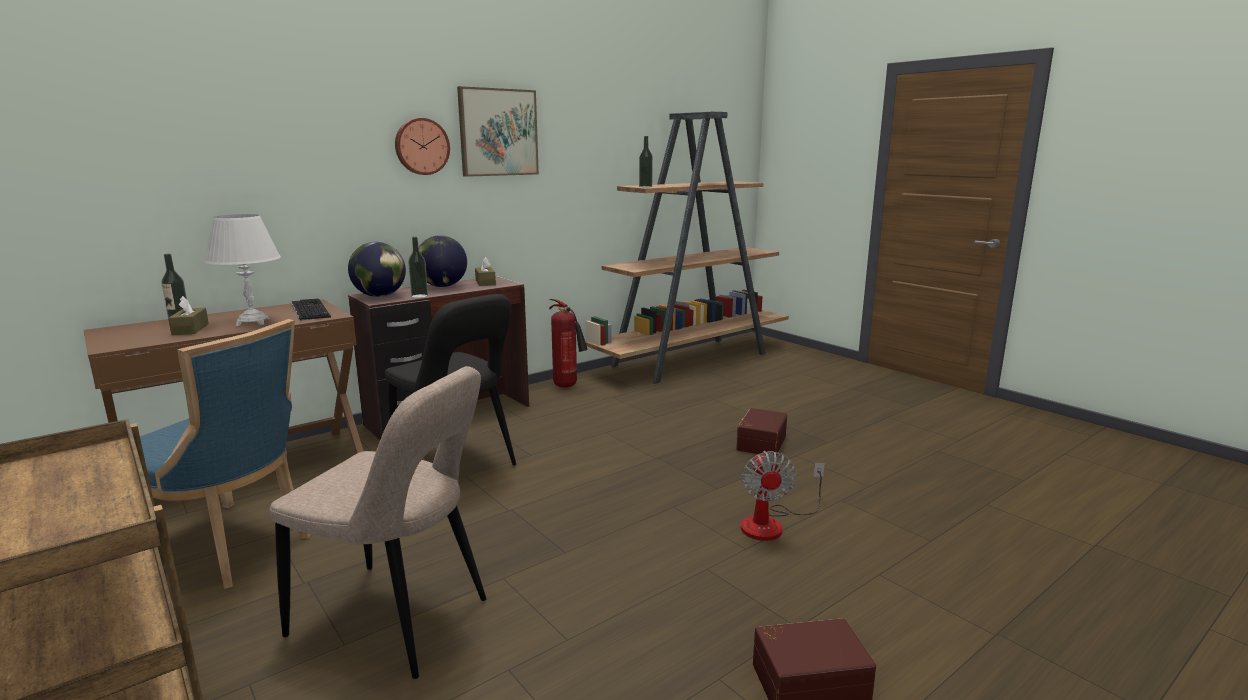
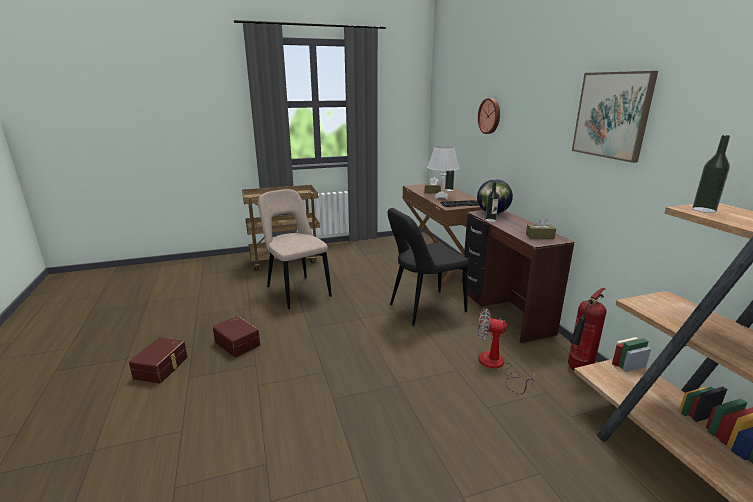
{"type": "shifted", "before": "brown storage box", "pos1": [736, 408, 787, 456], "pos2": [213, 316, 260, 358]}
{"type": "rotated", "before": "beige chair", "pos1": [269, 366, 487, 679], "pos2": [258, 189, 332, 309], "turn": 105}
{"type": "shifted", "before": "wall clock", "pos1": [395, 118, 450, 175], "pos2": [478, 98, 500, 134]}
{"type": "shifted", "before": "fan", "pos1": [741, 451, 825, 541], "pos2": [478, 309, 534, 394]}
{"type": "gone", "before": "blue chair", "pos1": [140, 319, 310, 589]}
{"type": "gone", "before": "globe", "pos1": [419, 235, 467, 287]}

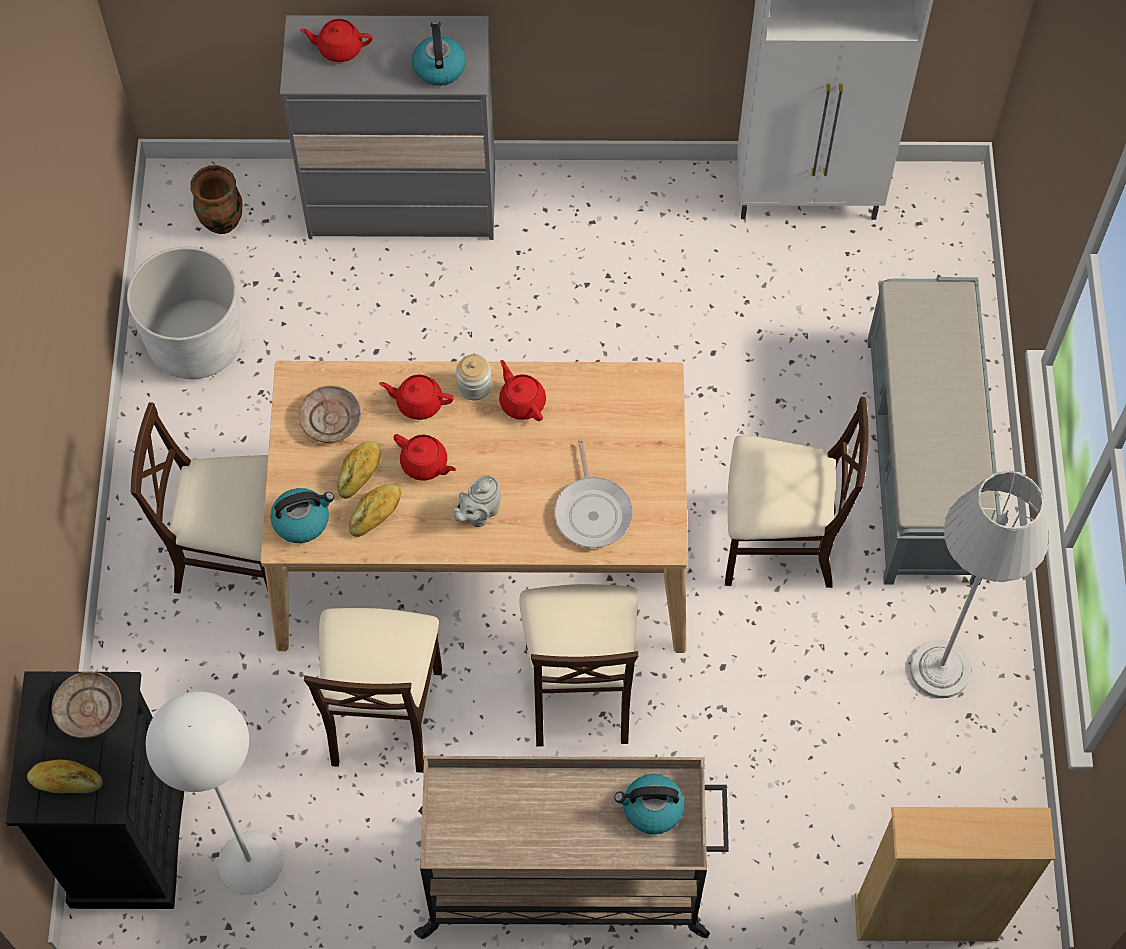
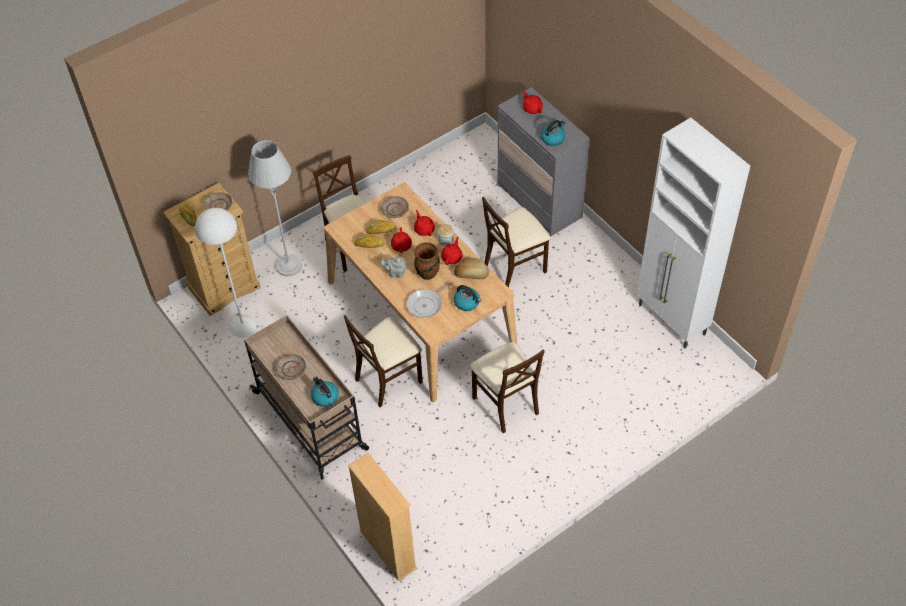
{"type": "repainted", "before": "black dresser", "after": "beige dresser", "pos1": [6, 671, 184, 909], "pos2": [163, 183, 261, 316]}
{"type": "shifted", "before": "grey floor lamp", "pos1": [910, 471, 1049, 698], "pos2": [248, 140, 302, 276]}
{"type": "new", "after": "beige plate", "pos2": [276, 354, 306, 380]}
{"type": "shifted", "before": "brown vase", "pos1": [190, 165, 242, 234], "pos2": [414, 242, 440, 280]}
{"type": "new", "after": "bread", "pos2": [454, 258, 489, 279]}
{"type": "shifted", "before": "kettle", "pos1": [270, 488, 334, 543], "pos2": [454, 285, 481, 311]}
{"type": "shifted", "before": "beige chair", "pos1": [304, 608, 442, 773], "pos2": [482, 197, 551, 288]}
{"type": "gone", "before": "white planter", "pos1": [127, 247, 243, 379]}
{"type": "gone", "before": "grey bench", "pos1": [867, 277, 1001, 585]}

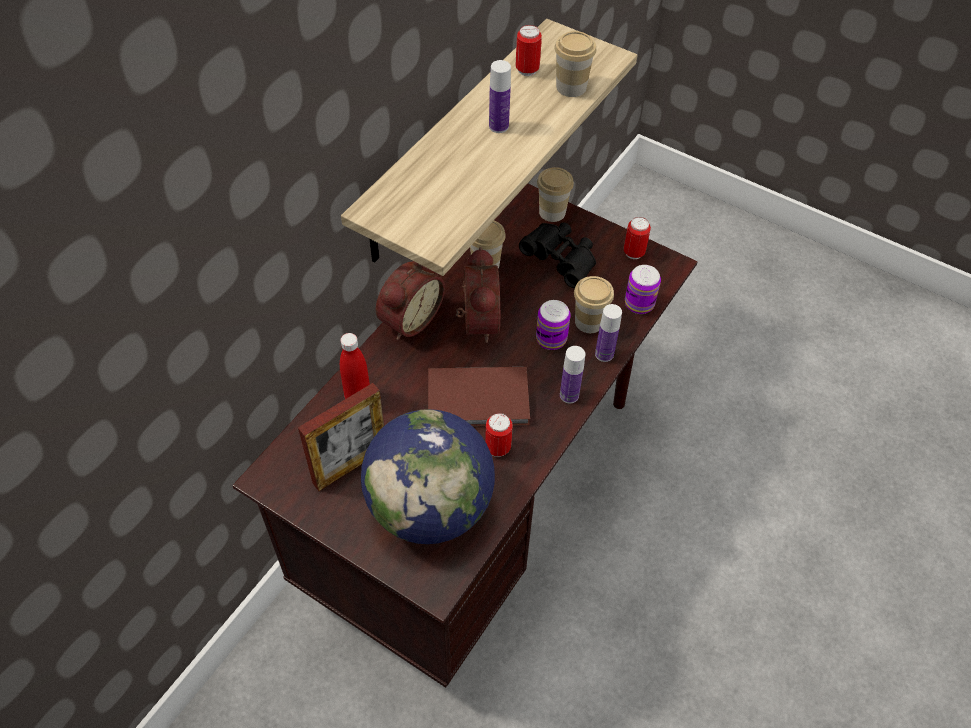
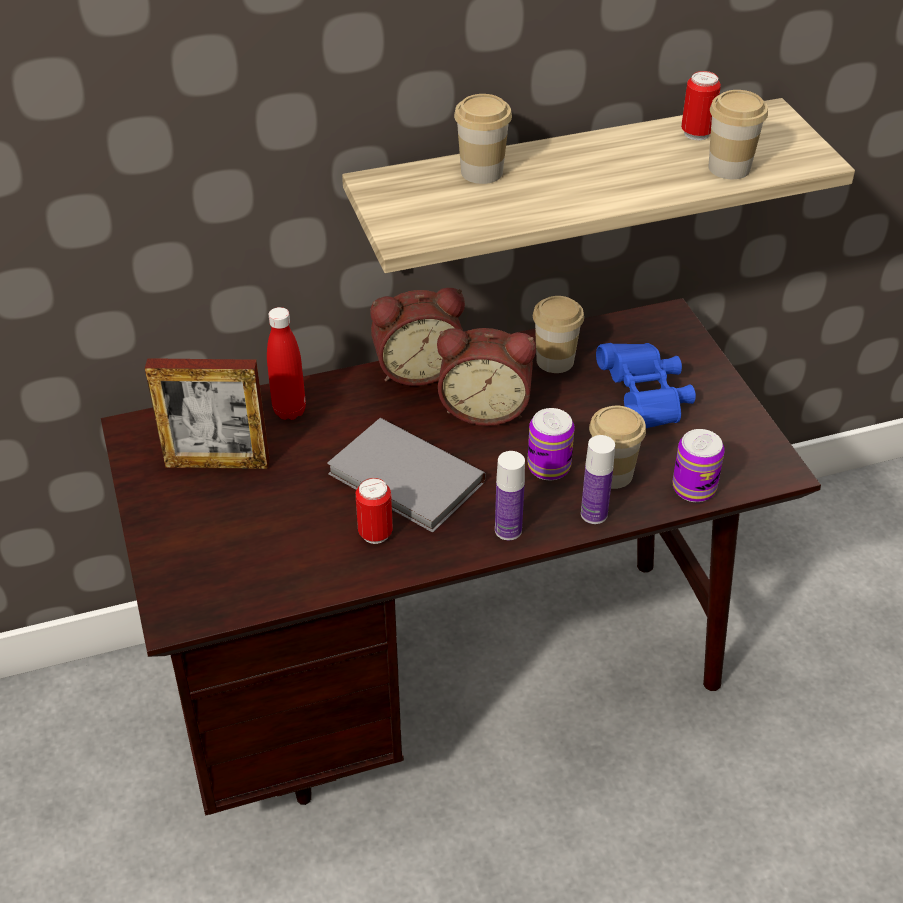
{"type": "repainted", "before": "brown book", "after": "grey book", "pos1": [428, 367, 530, 426], "pos2": [327, 418, 486, 533]}
{"type": "rotated", "before": "alarm clock", "pos1": [456, 247, 500, 343], "pos2": [437, 328, 536, 426], "turn": 60}
{"type": "shifted", "before": "cup", "pos1": [537, 167, 574, 222], "pos2": [454, 94, 512, 184]}
{"type": "repainted", "before": "black binoculars", "after": "blue binoculars", "pos1": [519, 222, 596, 288], "pos2": [596, 343, 696, 428]}
{"type": "gone", "before": "globe", "pos1": [361, 409, 495, 544]}
{"type": "gone", "before": "bottle", "pos1": [489, 60, 511, 133]}
{"type": "gone", "before": "can", "pos1": [624, 217, 651, 259]}

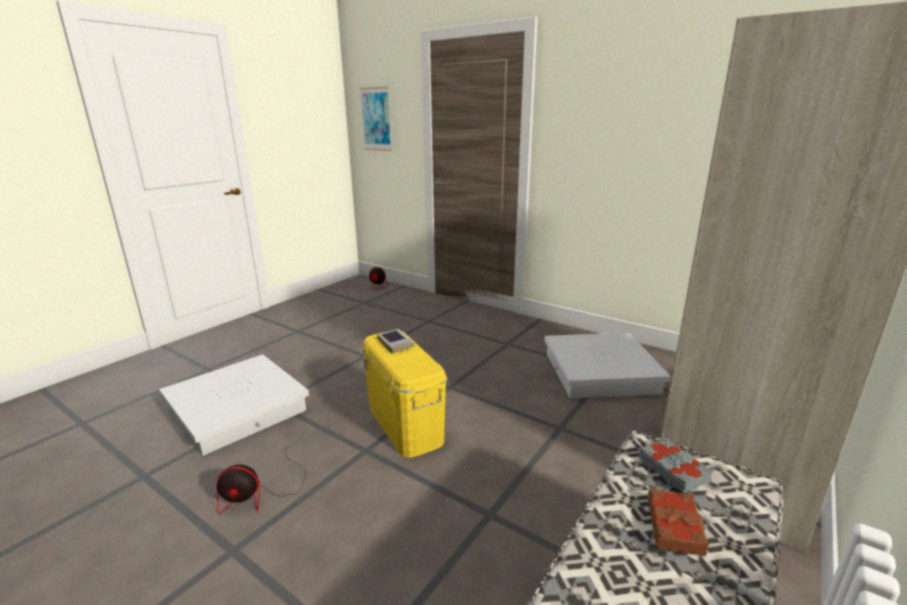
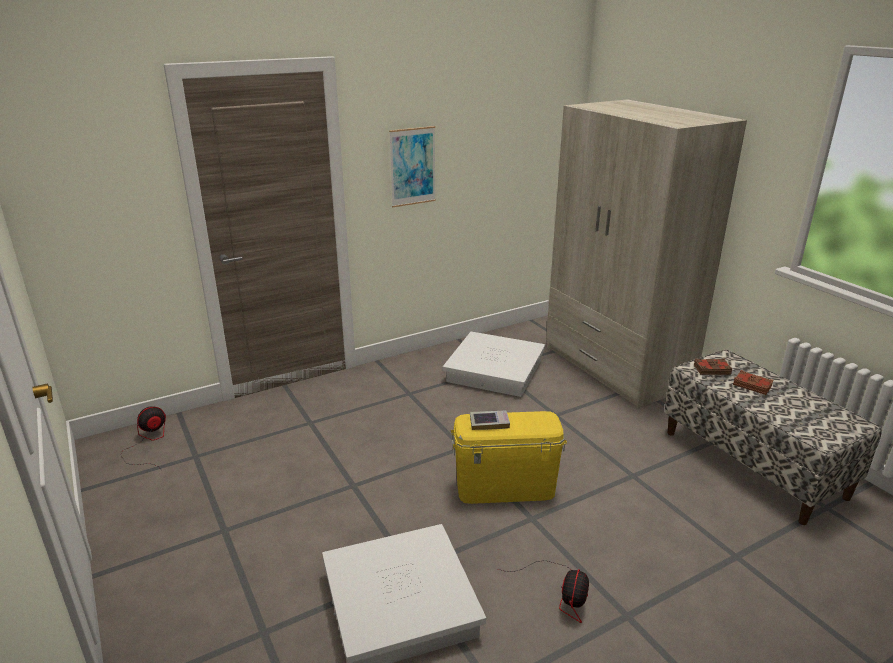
{"type": "shifted", "before": "picture", "pos1": [360, 87, 393, 151], "pos2": [389, 126, 436, 207]}
{"type": "repainted", "before": "grey book", "after": "brown book", "pos1": [639, 438, 713, 494], "pos2": [694, 359, 732, 375]}

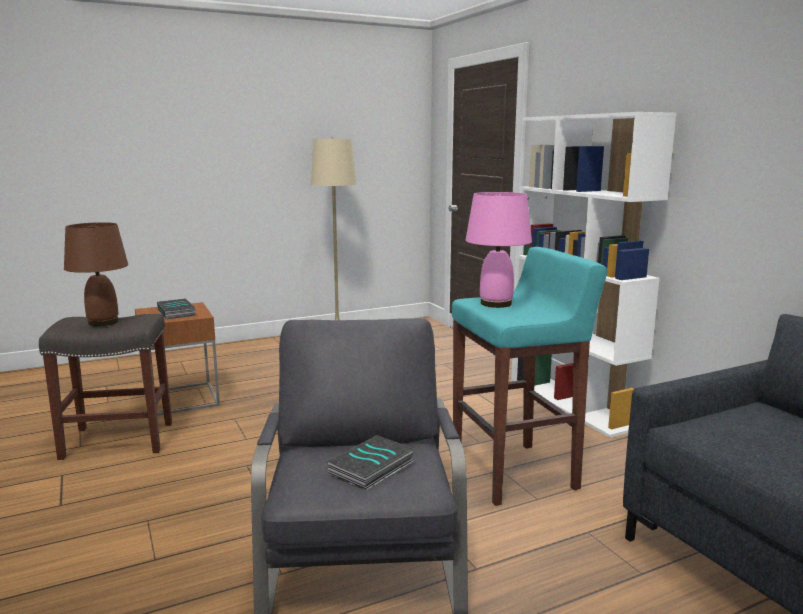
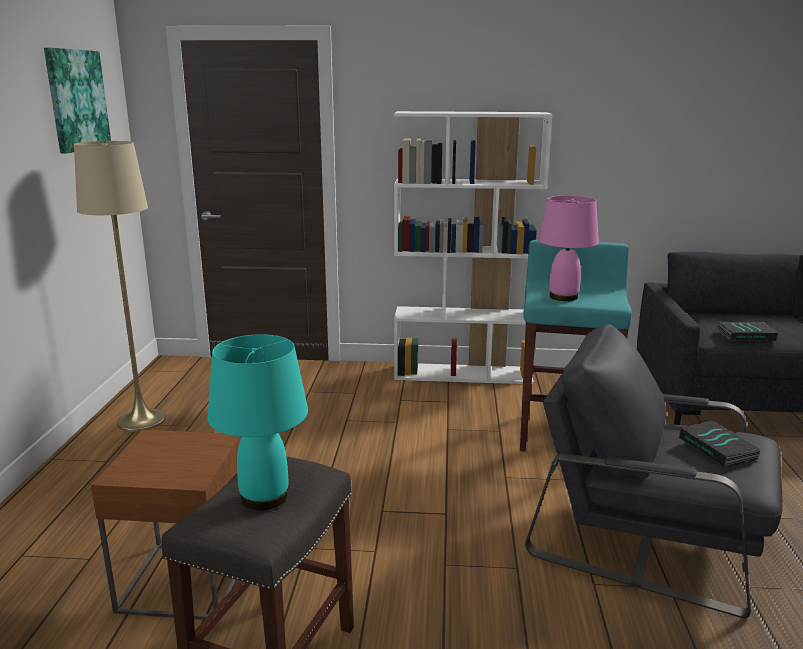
{"type": "new", "after": "picture", "pos2": [44, 48, 111, 153]}
{"type": "repainted", "before": "brown table lamp", "after": "turquoise table lamp", "pos1": [64, 222, 128, 326], "pos2": [207, 334, 308, 510]}
{"type": "shifted", "before": "book", "pos1": [157, 299, 196, 319], "pos2": [717, 322, 778, 341]}

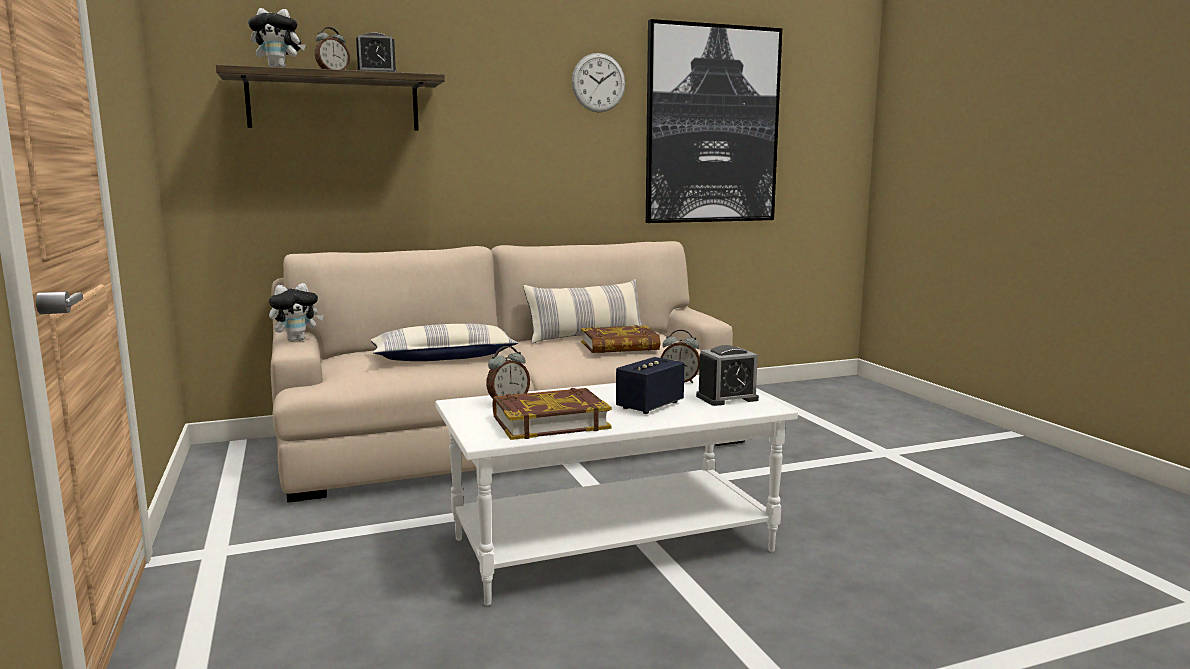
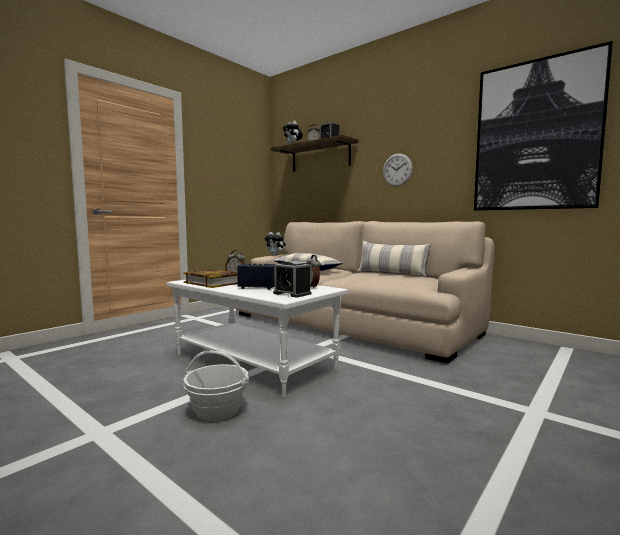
{"type": "new", "after": "basket", "pos2": [183, 351, 249, 421]}
{"type": "shifted", "before": "wall clock", "pos1": [572, 53, 625, 113], "pos2": [383, 153, 413, 187]}
{"type": "gone", "before": "book", "pos1": [581, 325, 660, 353]}

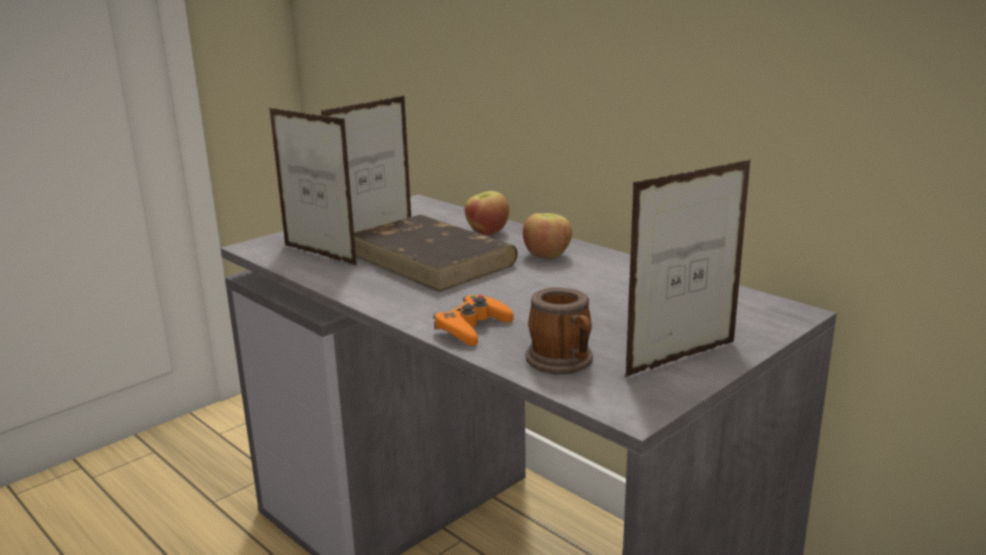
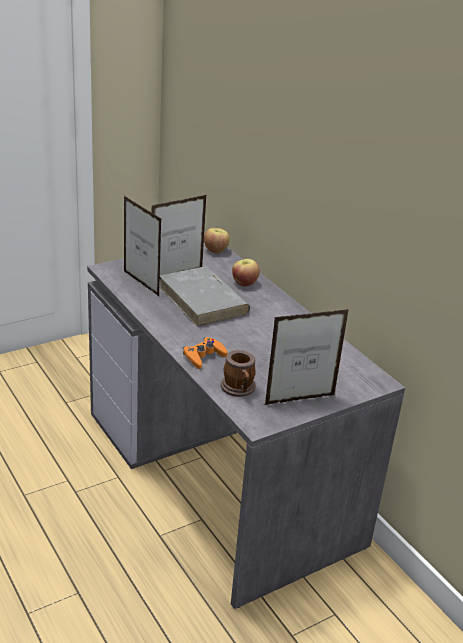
{"type": "repainted", "before": "brown book", "after": "grey book", "pos1": [354, 215, 518, 292], "pos2": [159, 266, 250, 327]}
{"type": "shifted", "before": "apple", "pos1": [523, 213, 572, 259], "pos2": [204, 228, 230, 253]}

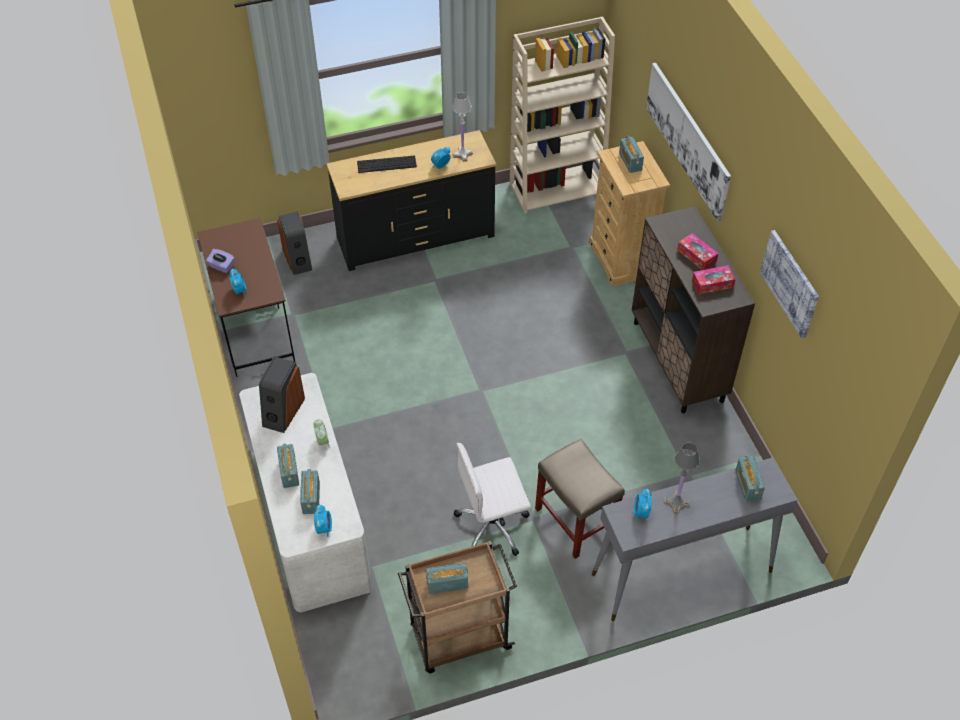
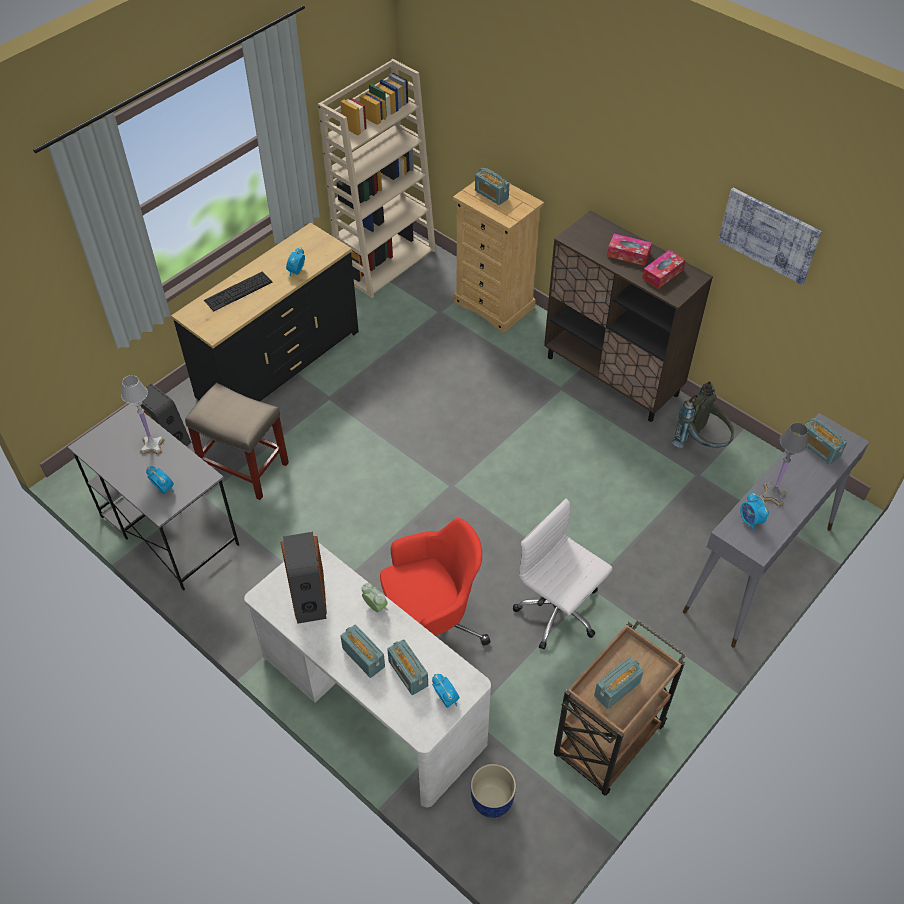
{"type": "repainted", "before": "brown desk", "after": "grey desk", "pos1": [198, 218, 295, 377], "pos2": [68, 404, 239, 591]}
{"type": "shifted", "before": "white table lamp", "pos1": [452, 92, 473, 162], "pos2": [121, 375, 165, 455]}
{"type": "shifted", "before": "beige stool", "pos1": [535, 439, 625, 559], "pos2": [185, 383, 289, 500]}
{"type": "new", "after": "red office chair", "pos2": [380, 518, 491, 645]}
{"type": "new", "after": "blue planter", "pos2": [471, 764, 516, 818]}
{"type": "rotated", "before": "white office chair", "pos1": [454, 443, 531, 556], "pos2": [513, 498, 613, 650], "turn": 90}
{"type": "new", "after": "grey backpack", "pos2": [672, 381, 734, 448]}
{"type": "gone", "before": "purple tissue box", "pos1": [206, 249, 235, 273]}
{"type": "gone", "before": "picture", "pos1": [646, 63, 731, 222]}

